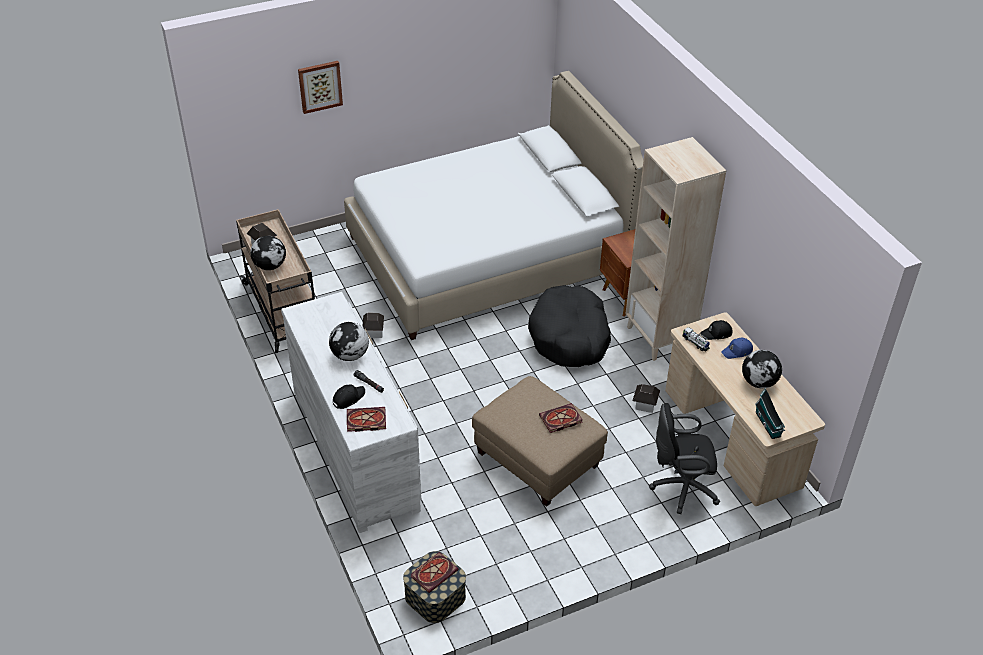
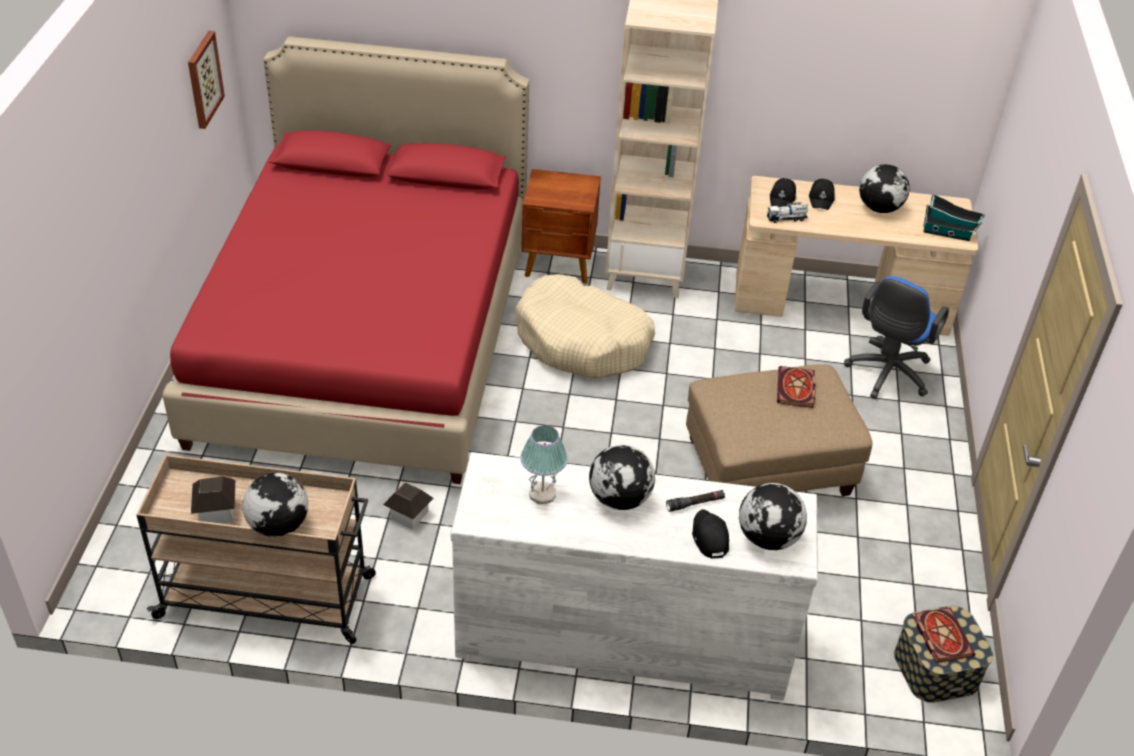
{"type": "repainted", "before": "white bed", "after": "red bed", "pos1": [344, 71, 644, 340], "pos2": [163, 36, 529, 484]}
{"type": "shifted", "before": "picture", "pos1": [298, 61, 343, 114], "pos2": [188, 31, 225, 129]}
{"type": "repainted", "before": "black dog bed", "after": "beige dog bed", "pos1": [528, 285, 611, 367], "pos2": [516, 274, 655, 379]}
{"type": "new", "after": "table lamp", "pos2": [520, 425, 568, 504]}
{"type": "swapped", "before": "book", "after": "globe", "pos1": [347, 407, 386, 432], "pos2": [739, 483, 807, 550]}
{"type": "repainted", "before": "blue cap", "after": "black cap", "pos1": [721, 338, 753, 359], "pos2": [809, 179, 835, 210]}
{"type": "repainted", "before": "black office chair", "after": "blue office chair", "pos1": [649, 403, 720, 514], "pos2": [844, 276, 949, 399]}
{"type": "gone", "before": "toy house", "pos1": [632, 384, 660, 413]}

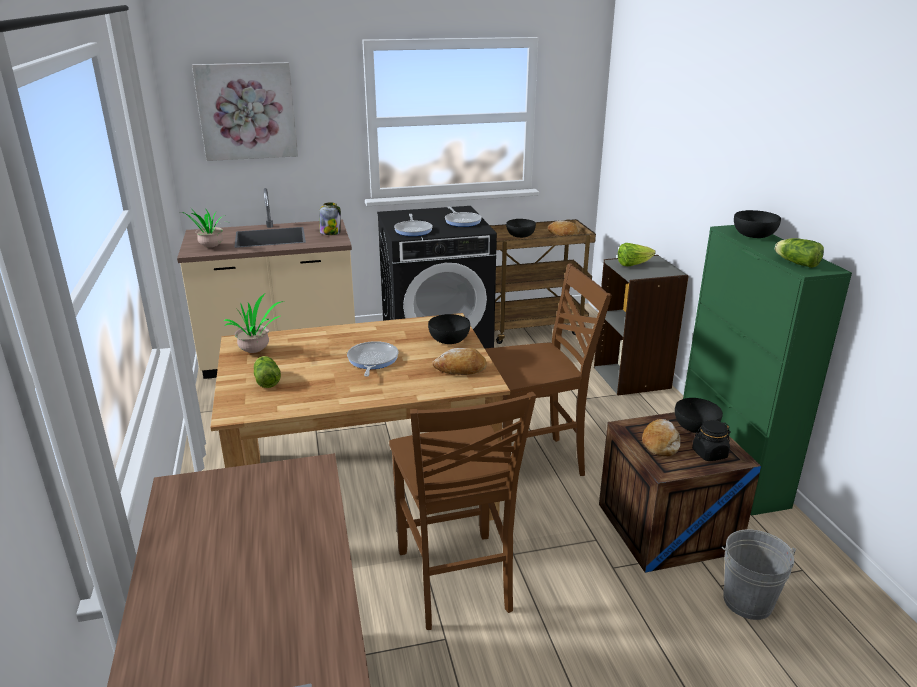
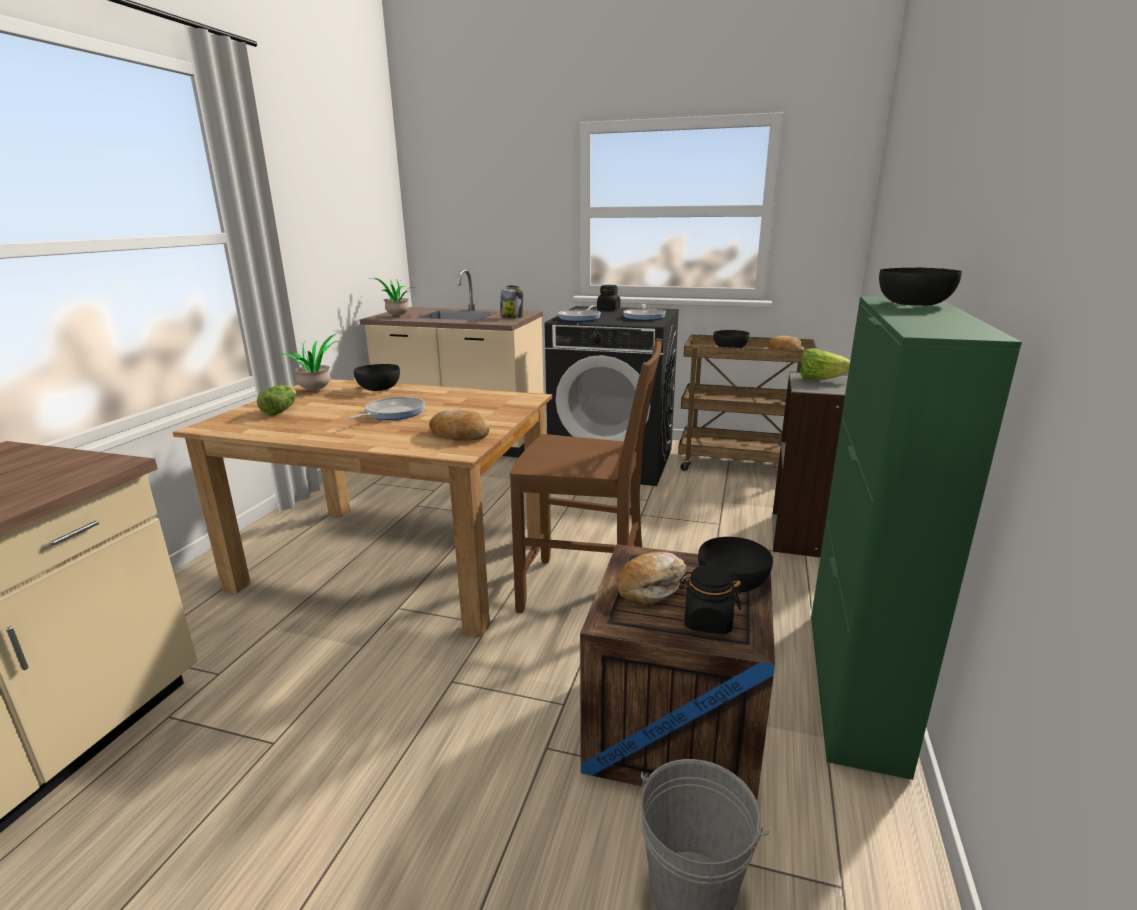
{"type": "shifted", "before": "black bowl", "pos1": [428, 314, 470, 344], "pos2": [354, 364, 400, 391]}
{"type": "new", "after": "black jar", "pos2": [597, 285, 621, 311]}
{"type": "gone", "before": "picture", "pos1": [192, 62, 298, 161]}
{"type": "gone", "before": "brown chair", "pos1": [389, 392, 536, 630]}
{"type": "gone", "before": "lettuce", "pos1": [775, 238, 824, 268]}

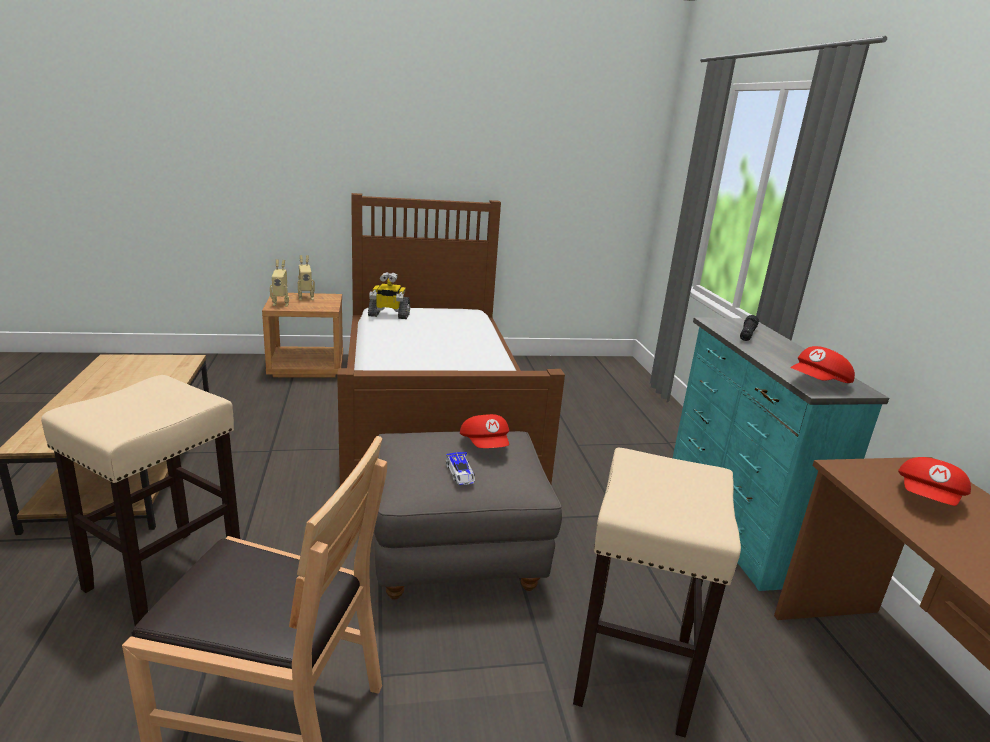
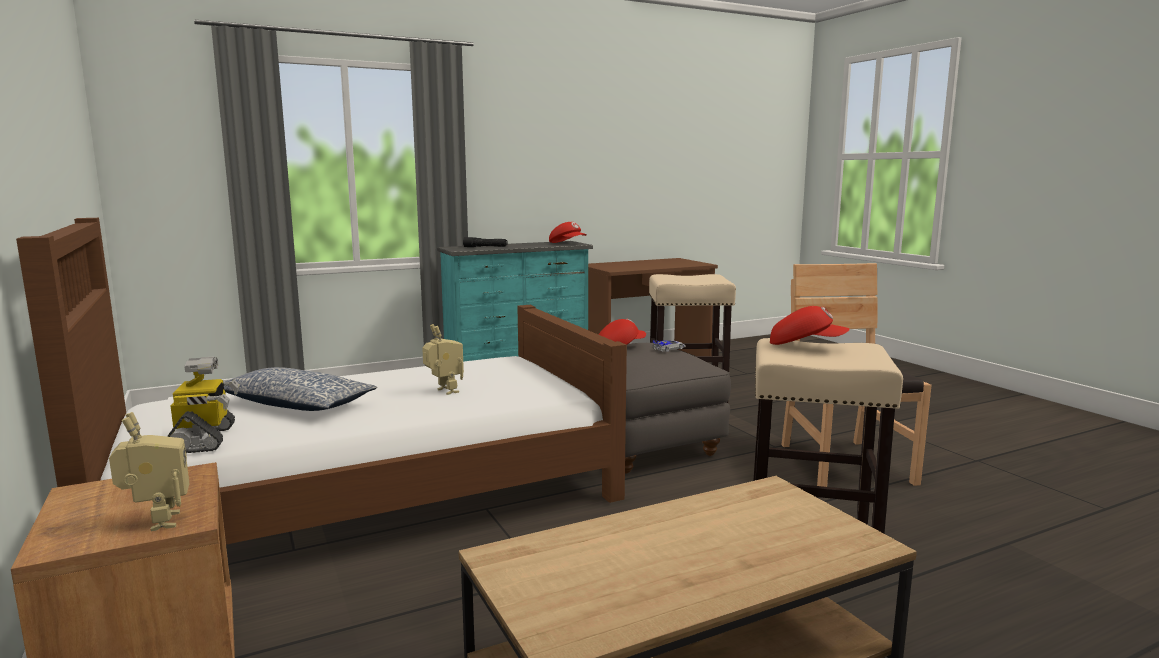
{"type": "new", "after": "pillow", "pos2": [224, 367, 377, 411]}
{"type": "shifted", "before": "toy robot", "pos1": [298, 255, 315, 301], "pos2": [422, 324, 464, 395]}
{"type": "shifted", "before": "red cap", "pos1": [898, 457, 971, 506], "pos2": [770, 306, 850, 345]}

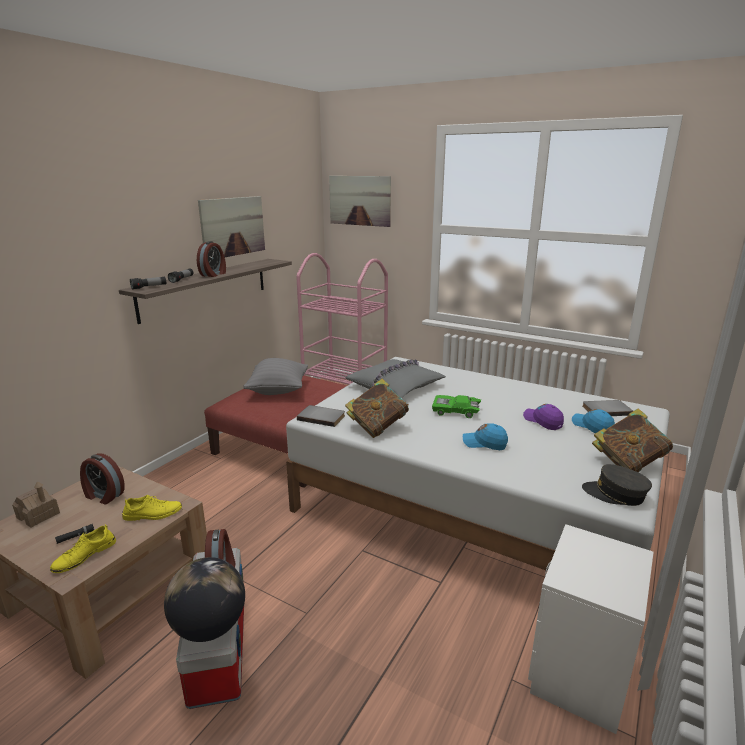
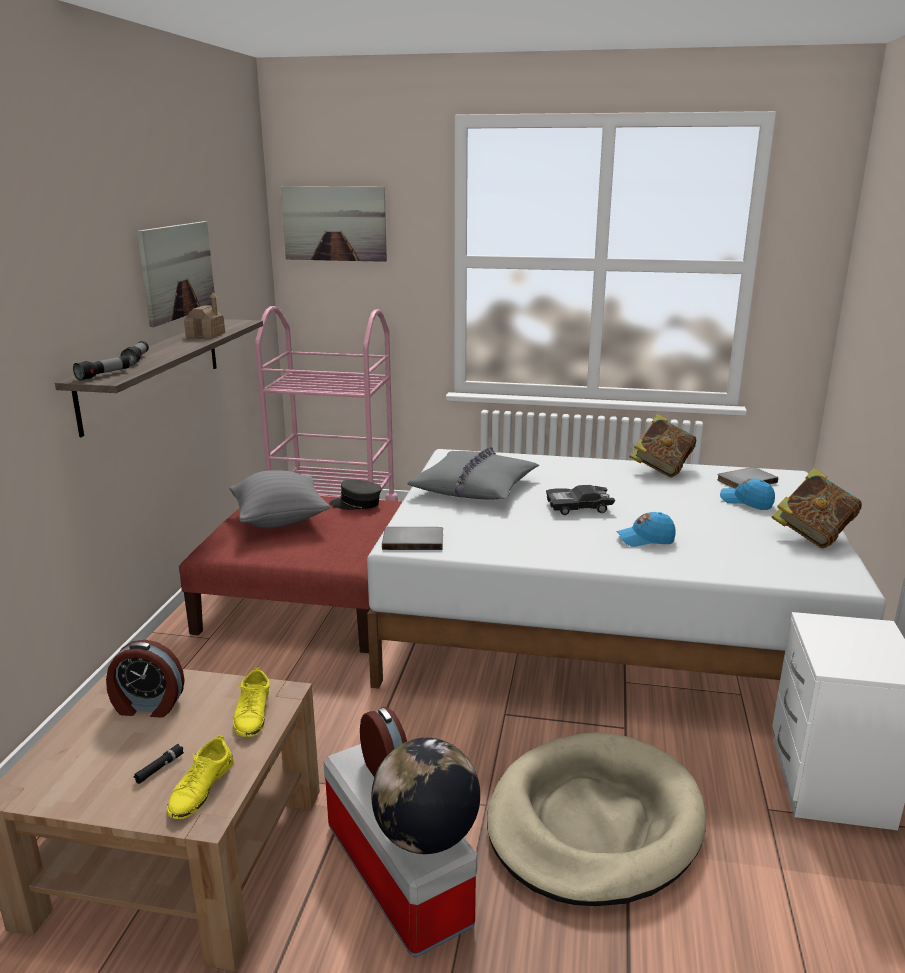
{"type": "shifted", "before": "toy house", "pos1": [12, 481, 60, 528], "pos2": [184, 292, 225, 338]}
{"type": "rotated", "before": "yellow shoe", "pos1": [122, 495, 182, 521], "pos2": [233, 668, 270, 737], "turn": 120}
{"type": "shifted", "before": "grey cap", "pos1": [582, 464, 652, 506], "pos2": [329, 479, 382, 510]}
{"type": "new", "after": "beige dog bed", "pos2": [487, 732, 706, 906]}
{"type": "repainted", "before": "green toy car", "after": "black toy car", "pos1": [432, 395, 481, 418], "pos2": [546, 485, 615, 515]}
{"type": "shifted", "before": "book", "pos1": [345, 379, 409, 438], "pos2": [630, 414, 696, 478]}
{"type": "gone", "before": "alarm clock", "pos1": [197, 241, 226, 277]}
{"type": "gone", "before": "purple cap", "pos1": [523, 404, 564, 430]}

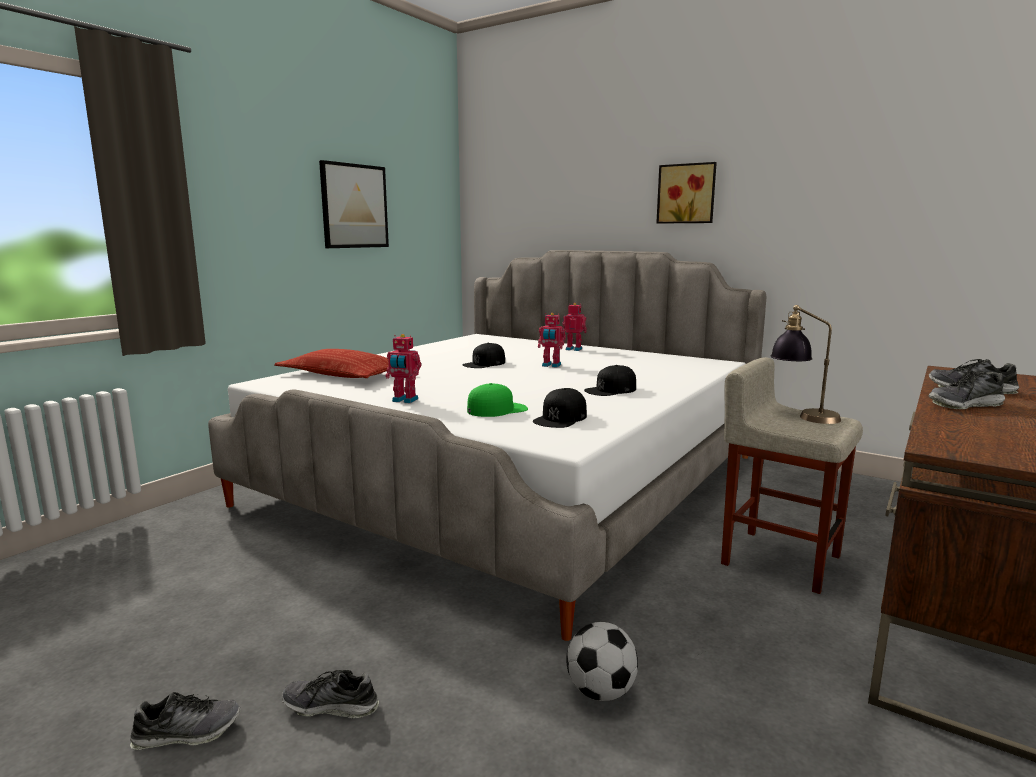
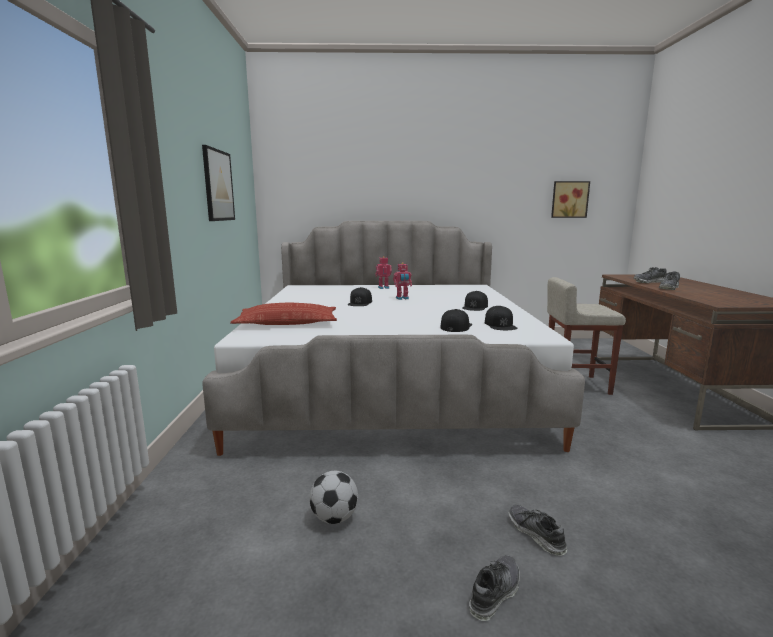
{"type": "shifted", "before": "football", "pos1": [566, 622, 638, 701], "pos2": [310, 471, 358, 524]}
{"type": "repainted", "before": "green cap", "after": "black cap", "pos1": [467, 383, 528, 417], "pos2": [440, 309, 472, 332]}
{"type": "rotated", "before": "shoe", "pos1": [282, 670, 379, 718], "pos2": [508, 505, 568, 556], "turn": 90}
{"type": "shifted", "before": "picture", "pos1": [656, 162, 717, 224], "pos2": [551, 181, 590, 218]}
{"type": "gone", "before": "toy robot", "pos1": [385, 334, 421, 403]}
{"type": "gone", "before": "table lamp", "pos1": [771, 305, 841, 424]}

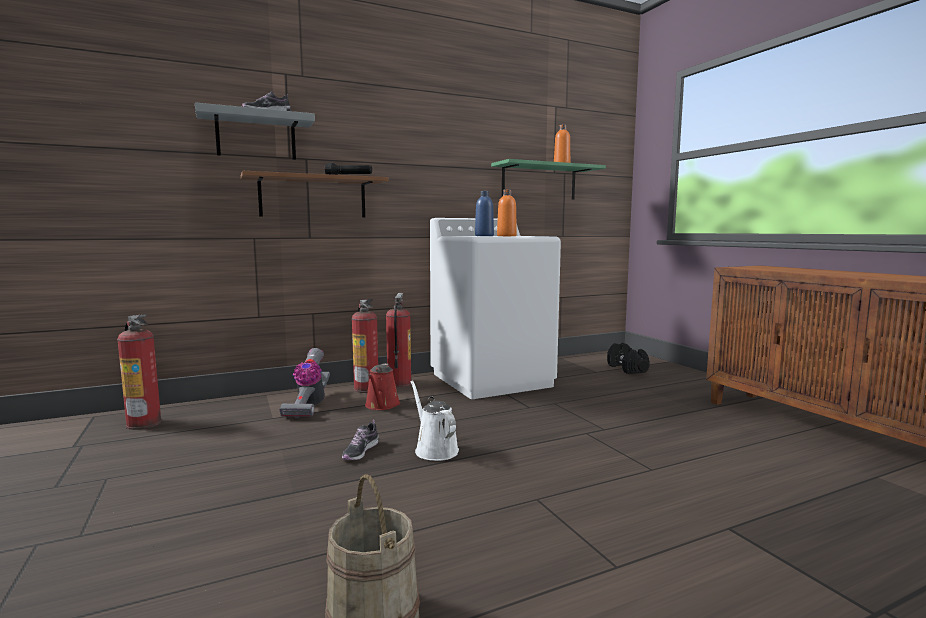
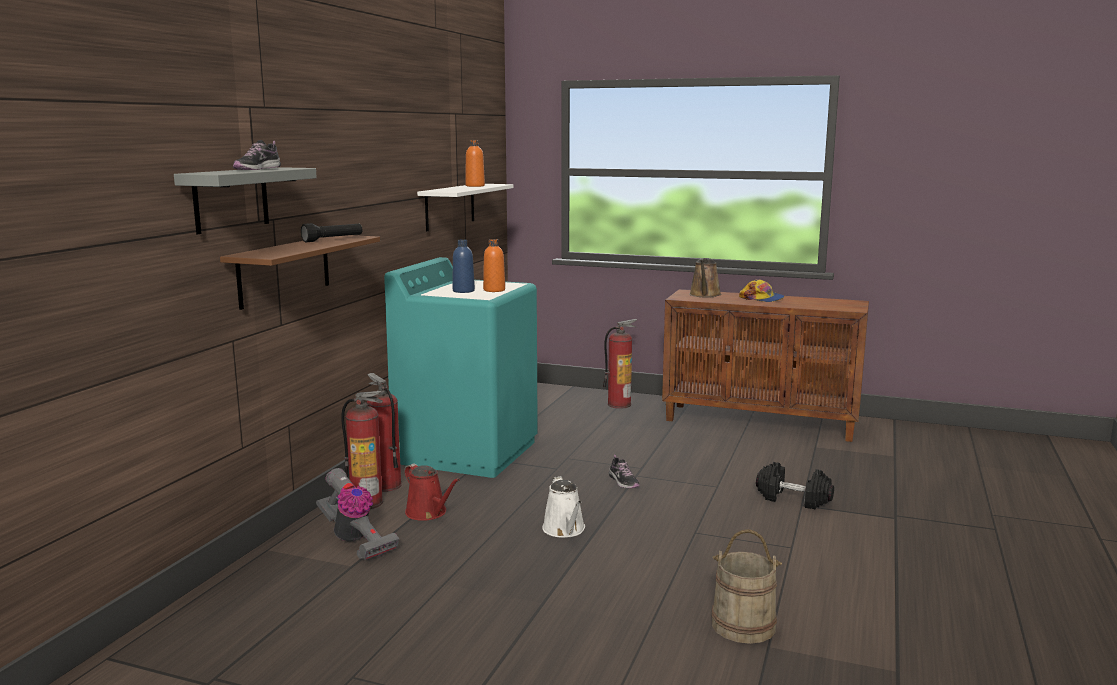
{"type": "repainted", "before": "white washing machine", "after": "turquoise washing machine", "pos1": [430, 218, 561, 399], "pos2": [384, 257, 538, 478]}
{"type": "repainted", "before": "green shelf", "after": "white shelf", "pos1": [491, 159, 606, 200], "pos2": [417, 184, 513, 231]}
{"type": "rotated", "before": "white watering can", "pos1": [410, 380, 459, 461], "pos2": [542, 476, 585, 538], "turn": -120}
{"type": "shifted", "before": "fire extinguisher", "pos1": [117, 314, 162, 430], "pos2": [603, 319, 637, 409]}
{"type": "shifted", "before": "shoe", "pos1": [342, 420, 379, 460], "pos2": [609, 455, 640, 488]}
{"type": "new", "after": "brown watering can", "pos2": [689, 258, 721, 298]}
{"type": "new", "after": "cap", "pos2": [739, 279, 784, 302]}
{"type": "shifted", "before": "black dumbbell", "pos1": [607, 343, 650, 374], "pos2": [756, 462, 834, 509]}

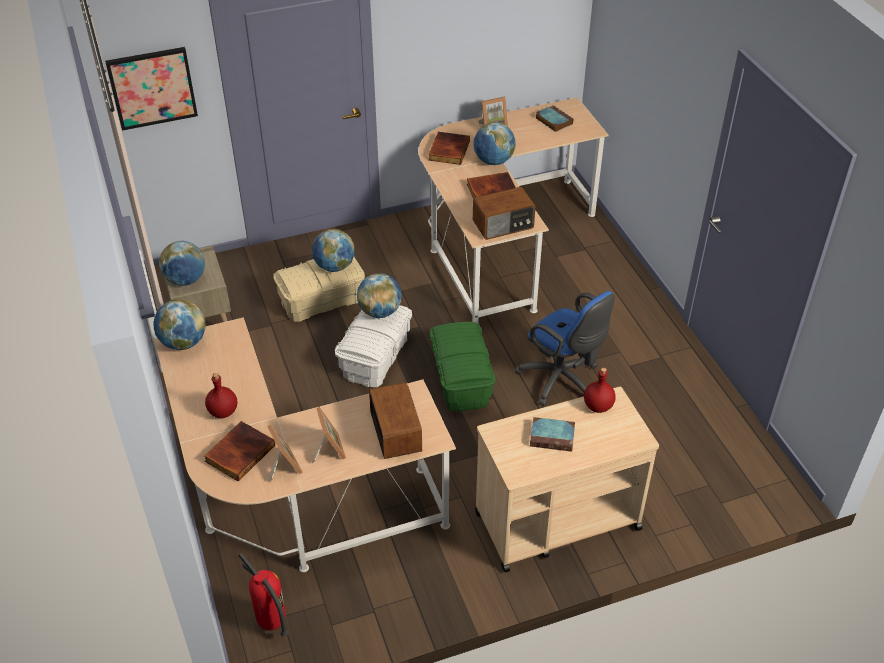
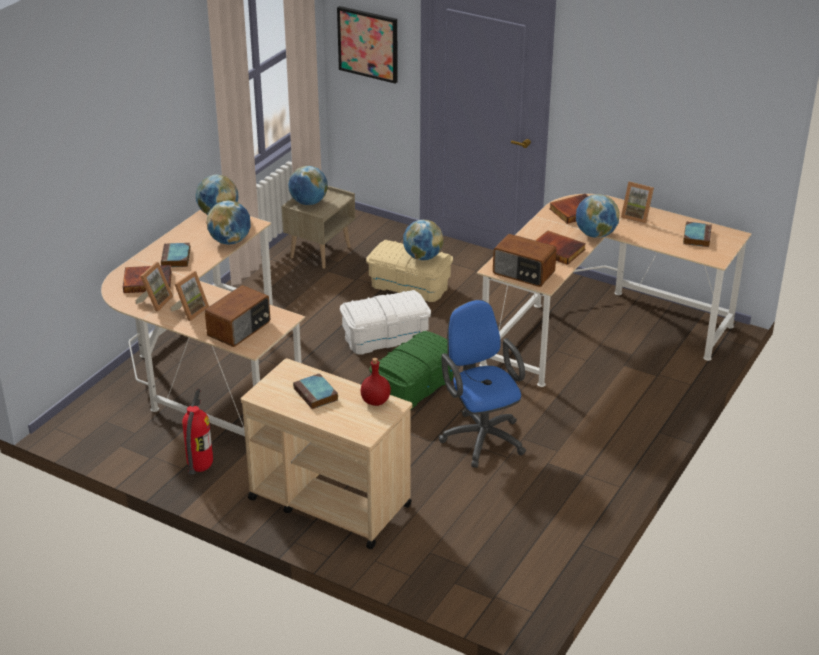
{"type": "swapped", "before": "red bottle", "after": "book", "pos1": [205, 373, 238, 418], "pos2": [161, 243, 190, 267]}
{"type": "shifted", "before": "fire extinguisher", "pos1": [238, 553, 289, 637], "pos2": [182, 389, 213, 475]}
{"type": "shifted", "before": "globe", "pos1": [357, 273, 402, 318], "pos2": [207, 201, 251, 244]}
{"type": "rotated", "before": "blue office chair", "pos1": [515, 291, 615, 406], "pos2": [439, 300, 526, 468], "turn": 150}

